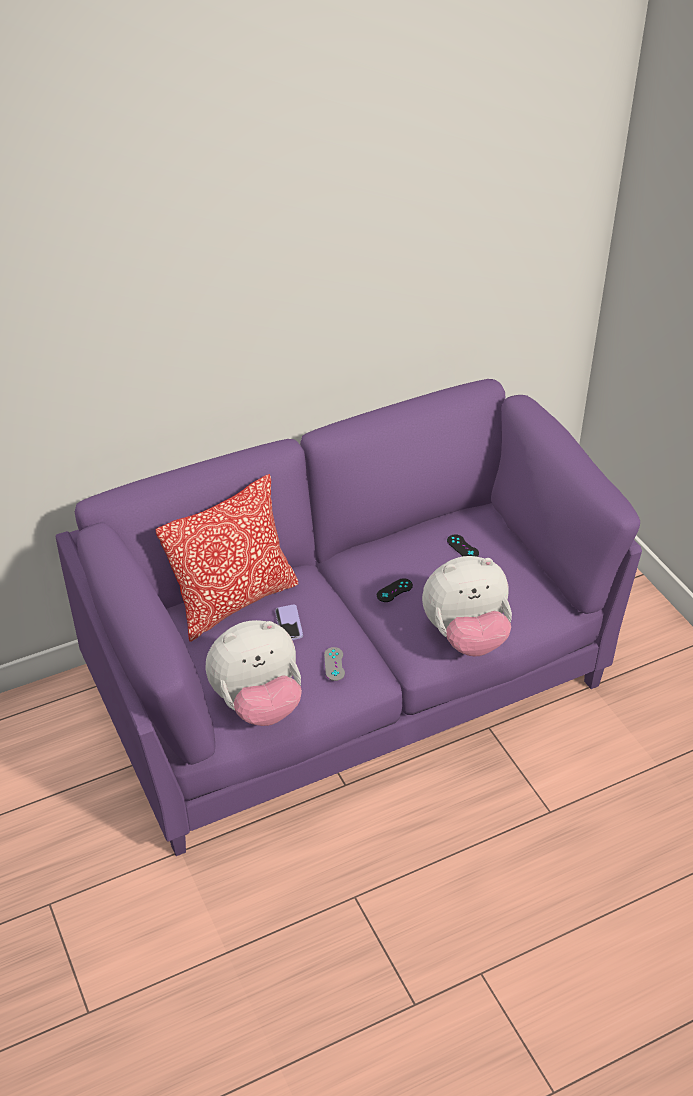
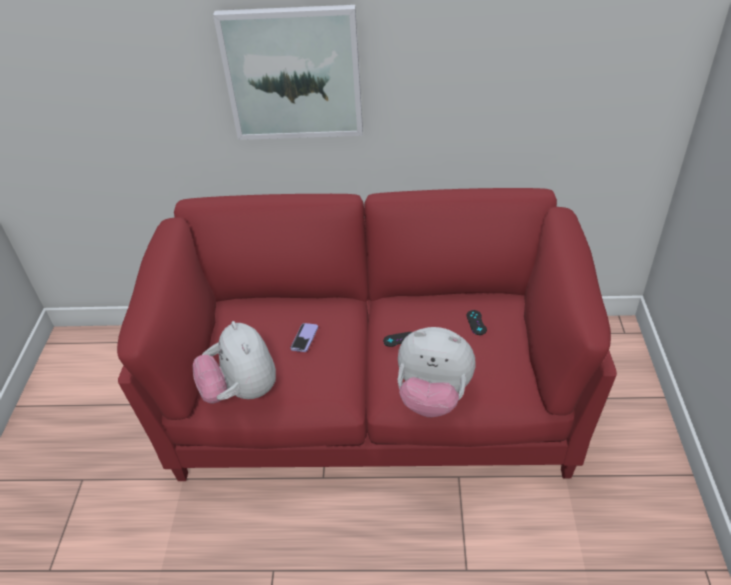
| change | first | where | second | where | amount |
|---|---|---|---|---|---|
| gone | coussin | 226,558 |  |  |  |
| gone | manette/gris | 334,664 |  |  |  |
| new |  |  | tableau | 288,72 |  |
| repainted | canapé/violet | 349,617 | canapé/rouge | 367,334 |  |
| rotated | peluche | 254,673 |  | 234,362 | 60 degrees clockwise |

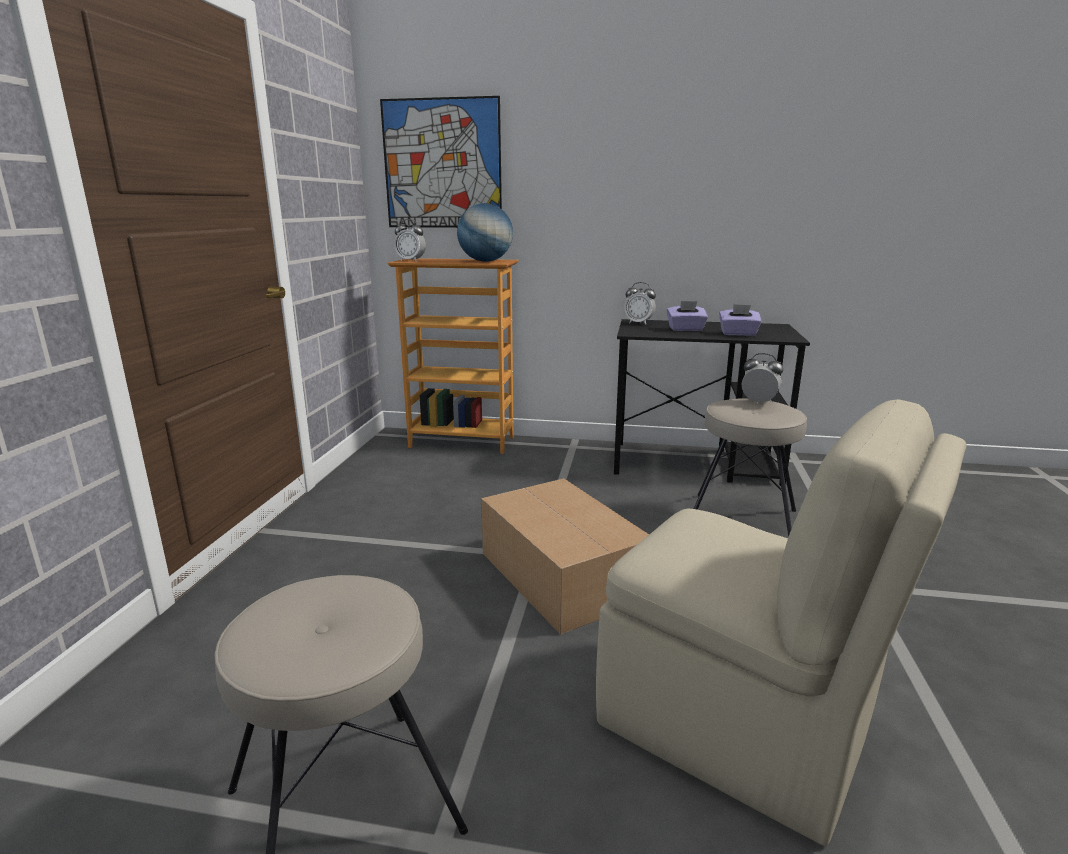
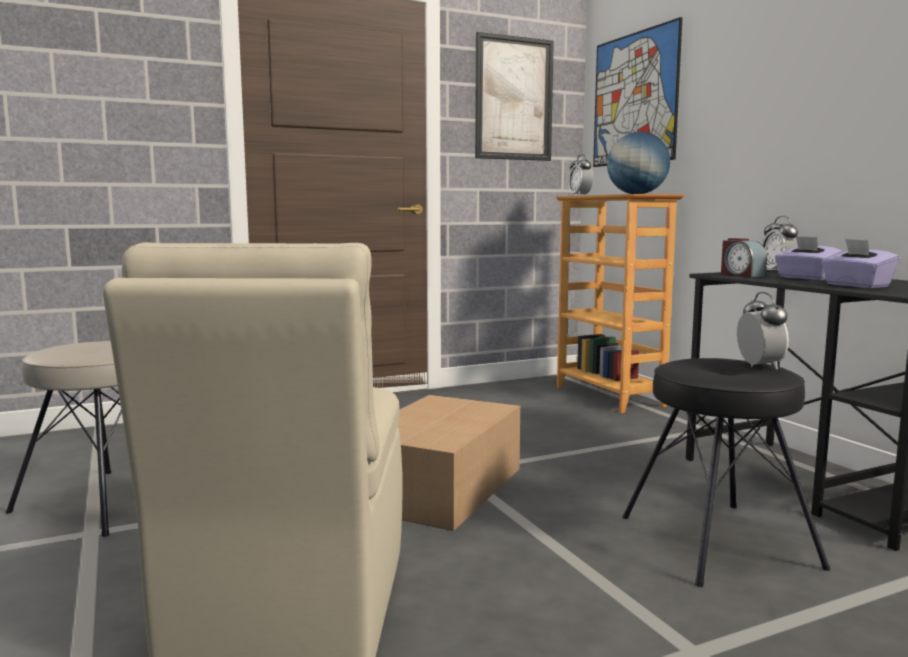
| change | first | where | second | where | amount |
|---|---|---|---|---|---|
| new |  |  | tableau | 514,96 |  |
| new |  |  | réveil | 744,257 |  |
| repainted | tabouret/beige | 750,467 | tabouret/noir | 726,472 |  |

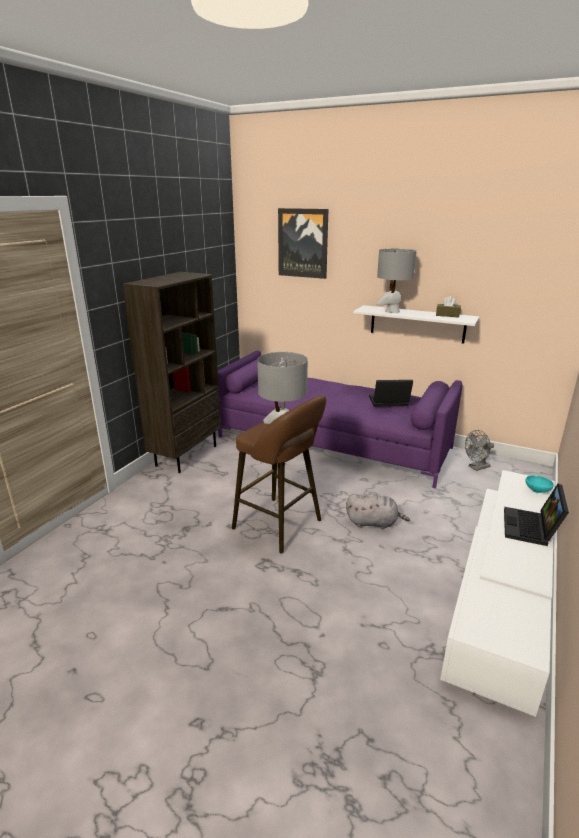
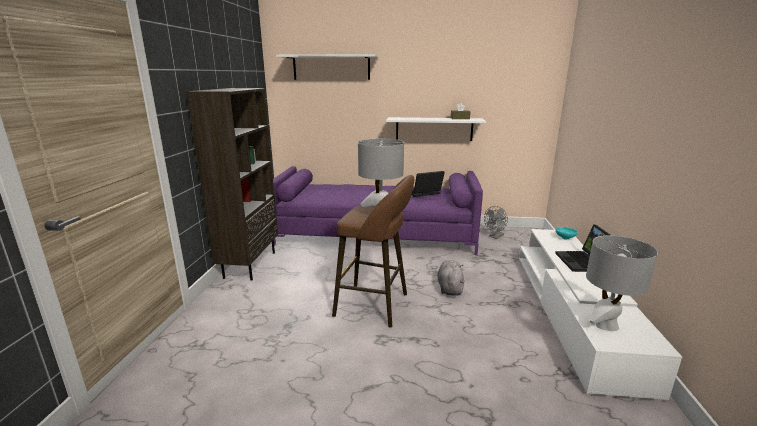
| change | first | where | second | where | amount |
|---|---|---|---|---|---|
| shifted | lampe de table/gris | 397,281 |  | 622,283 |  |
| swapped | tableau | 303,243 | étagère/blanc | 327,67 |  |
| rotated | peluche/gris | 378,511 |  | 451,278 | 75 degrees counterclockwise |

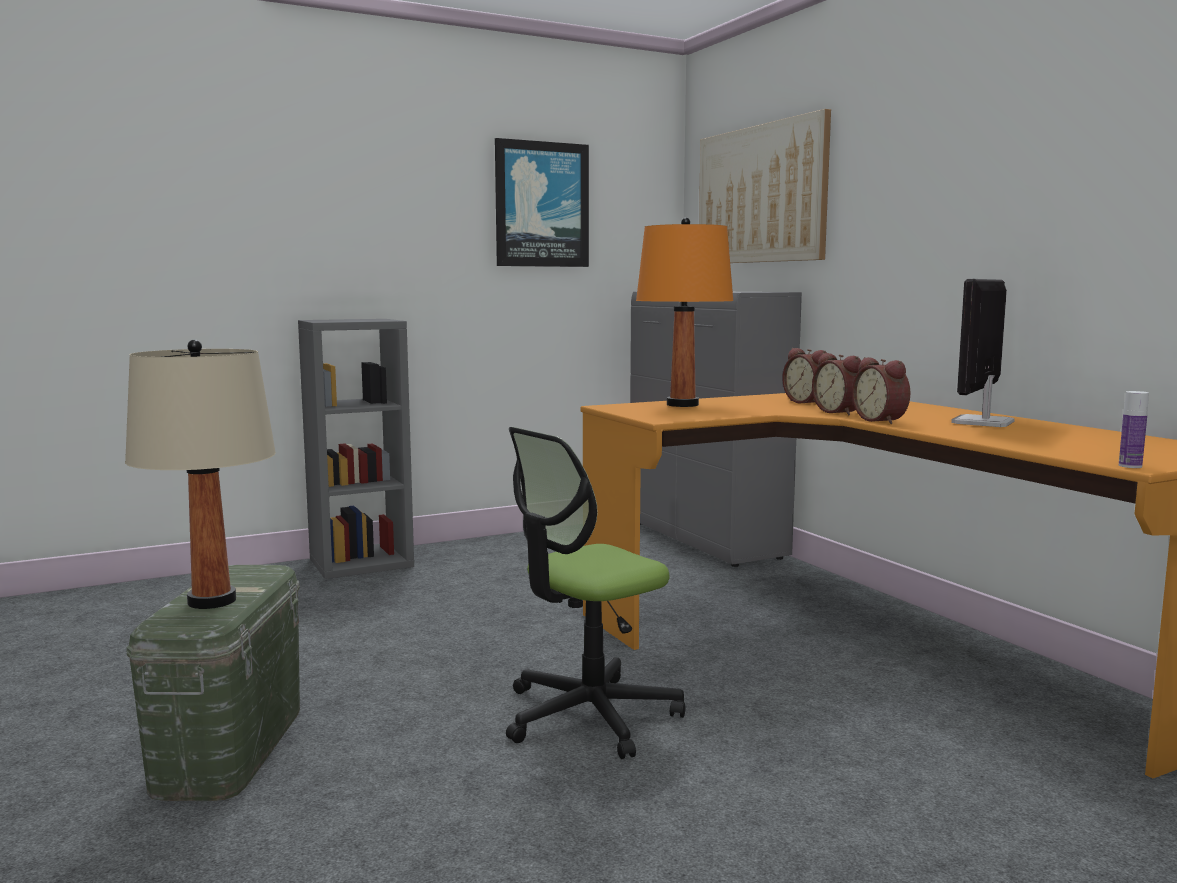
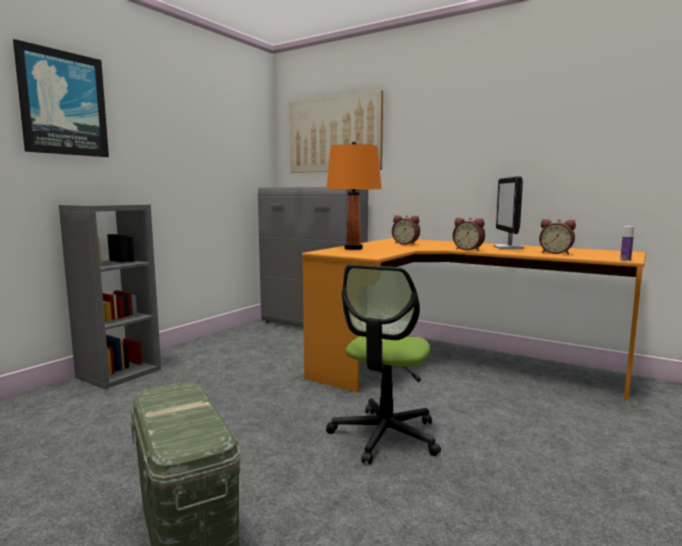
| change | first | where | second | where | amount |
|---|---|---|---|---|---|
| gone | lampe de table/beige | 200,474 |  |  |  |
| shifted | tableau | 542,202 |  | 61,98 |  |
| shifted | réveil | 836,384 |  | 557,236 |  |

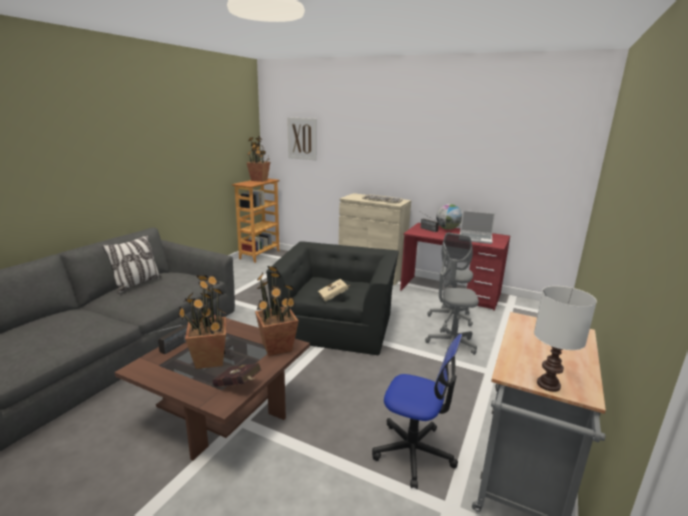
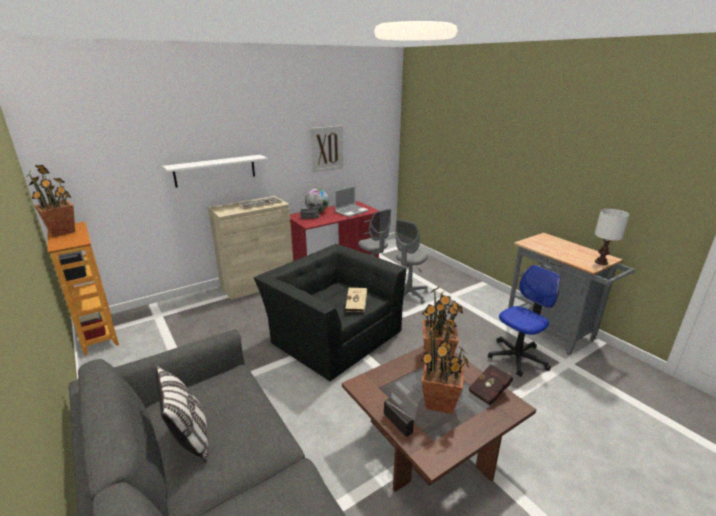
| change | first | where | second | where | amount |
|---|---|---|---|---|---|
| new |  |  | étagère/blanc | 215,171 |  |
| shifted | tableau | 302,138 |  | 327,149 |  |

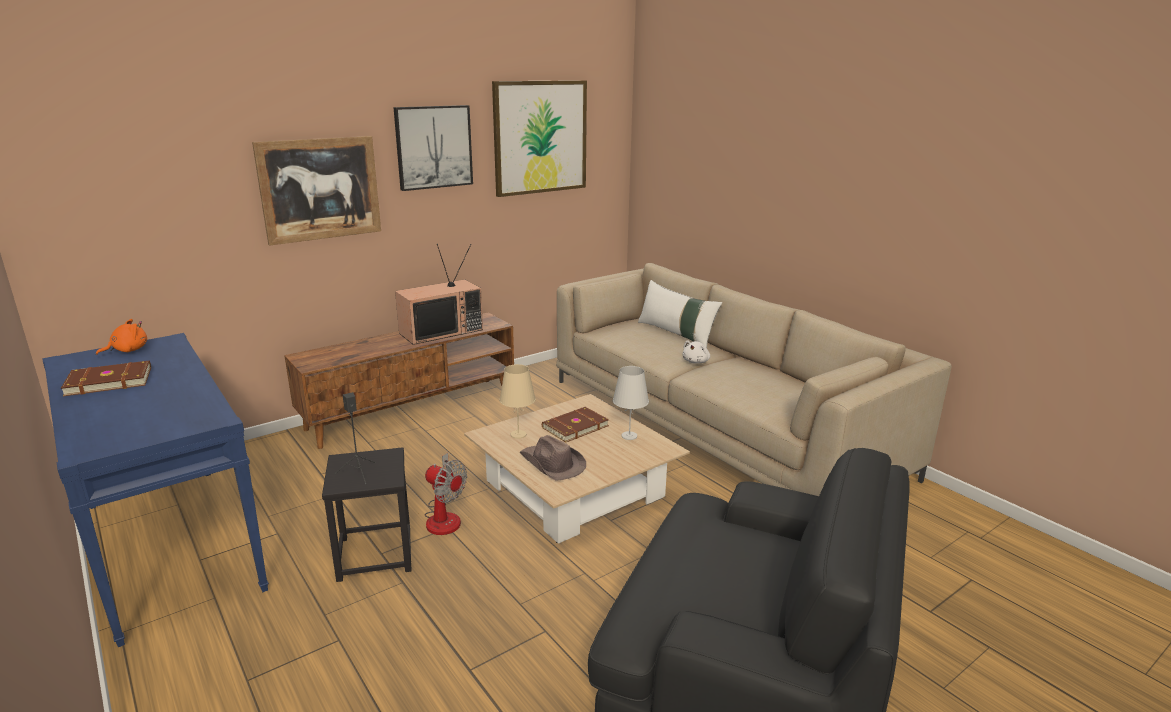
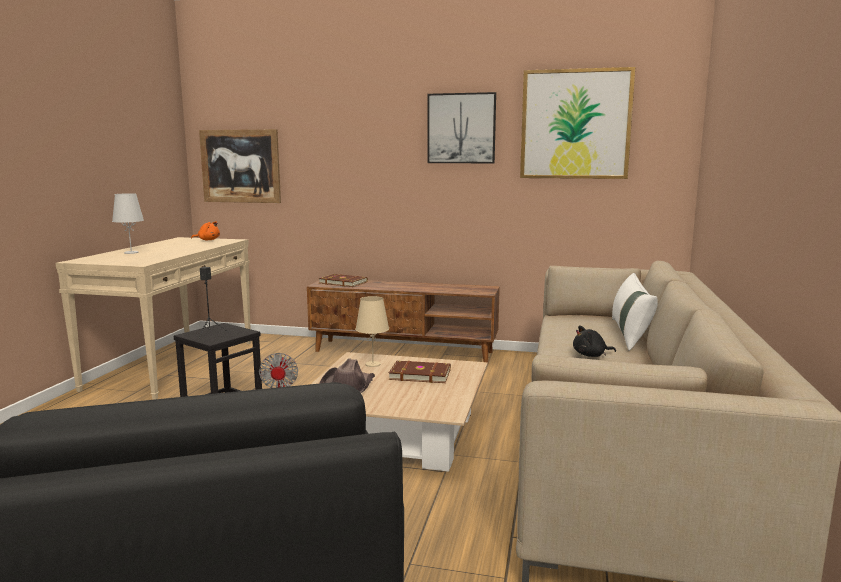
| change | first | where | second | where | amount |
|---|---|---|---|---|---|
| gone | téléviseur | 439,294 |  |  |  |
| shifted | livre/marron | 106,378 |  | 343,280 |  |
| shifted | tableau | 316,191 |  | 240,166 |  |
| shifted | lampe de table/blanc | 631,403 |  | 128,223 |  |
| repainted | table console/bleu | 155,490 | table console/beige | 153,318 |  |
| repainted | peluche/blanc | 696,352 | peluche/noir | 594,341 |  |

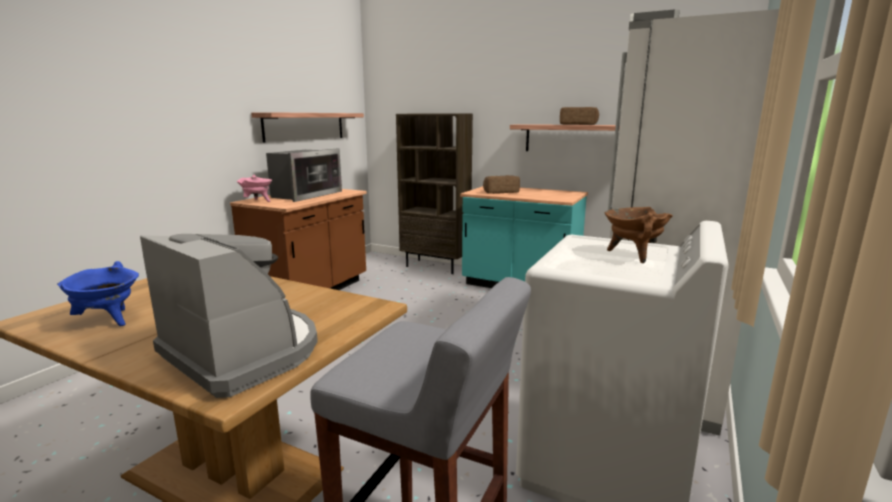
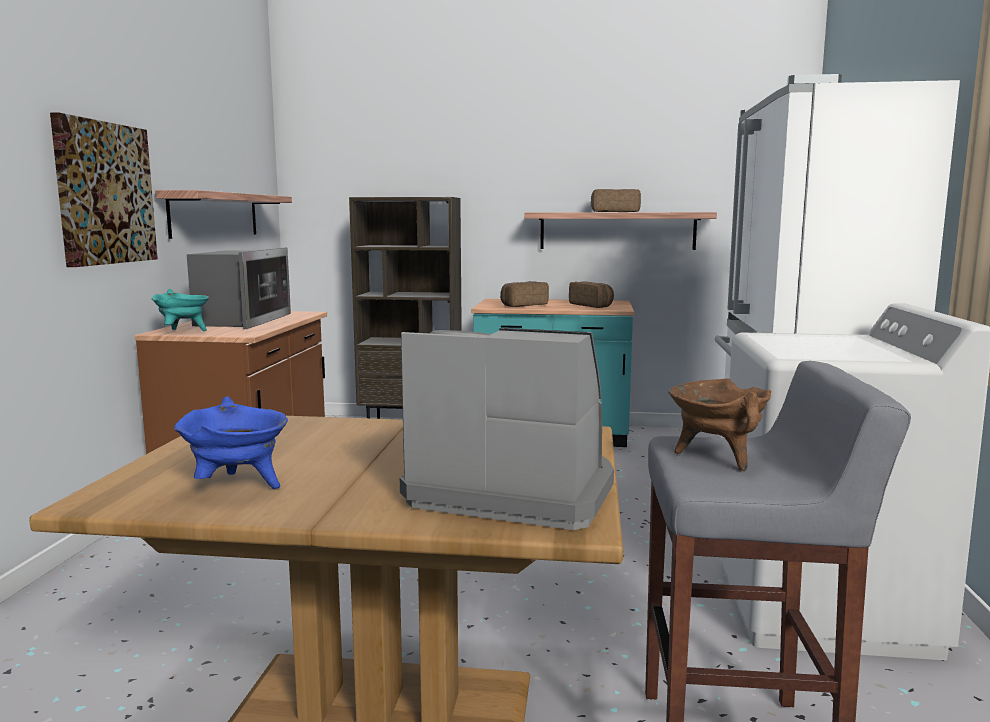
| change | first | where | second | where | amount |
|---|---|---|---|---|---|
| new |  |  | tableau | 104,189 |  |
| new |  |  | pain | 591,294 |  |
| shifted | marmite/marron | 639,235 |  | 719,424 |  |
| repainted | marmite/rose | 254,188 | marmite/turquoise | 180,310 |  |

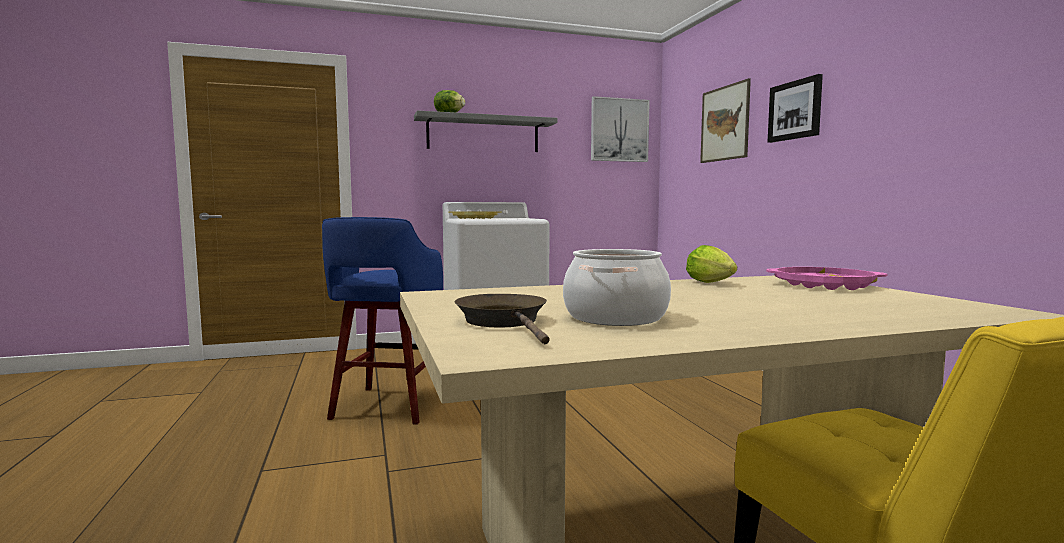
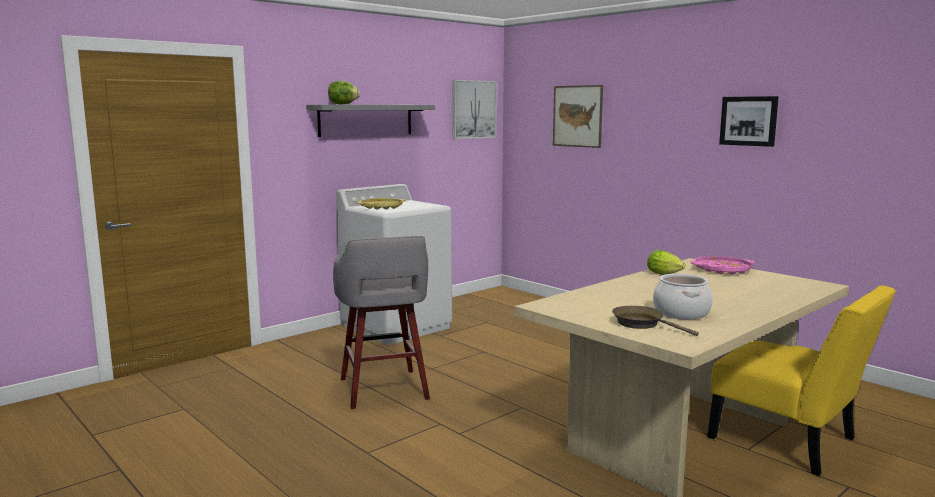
| change | first | where | second | where | amount |
|---|---|---|---|---|---|
| shifted | tableau | 795,108 |  | 749,121 |  |
| repainted | tabouret/bleu | 382,321 | tabouret/gris | 381,322 |  |

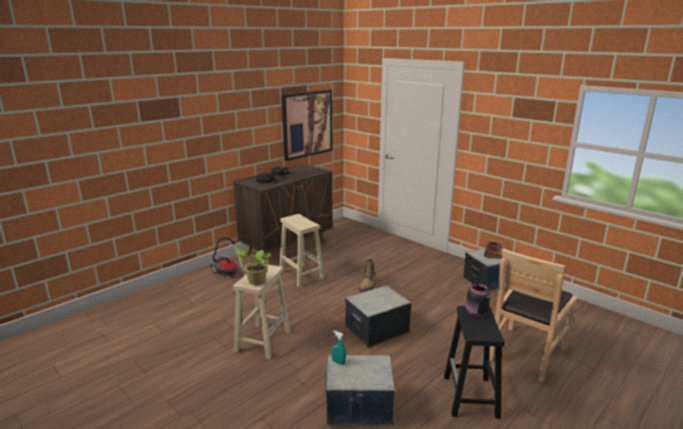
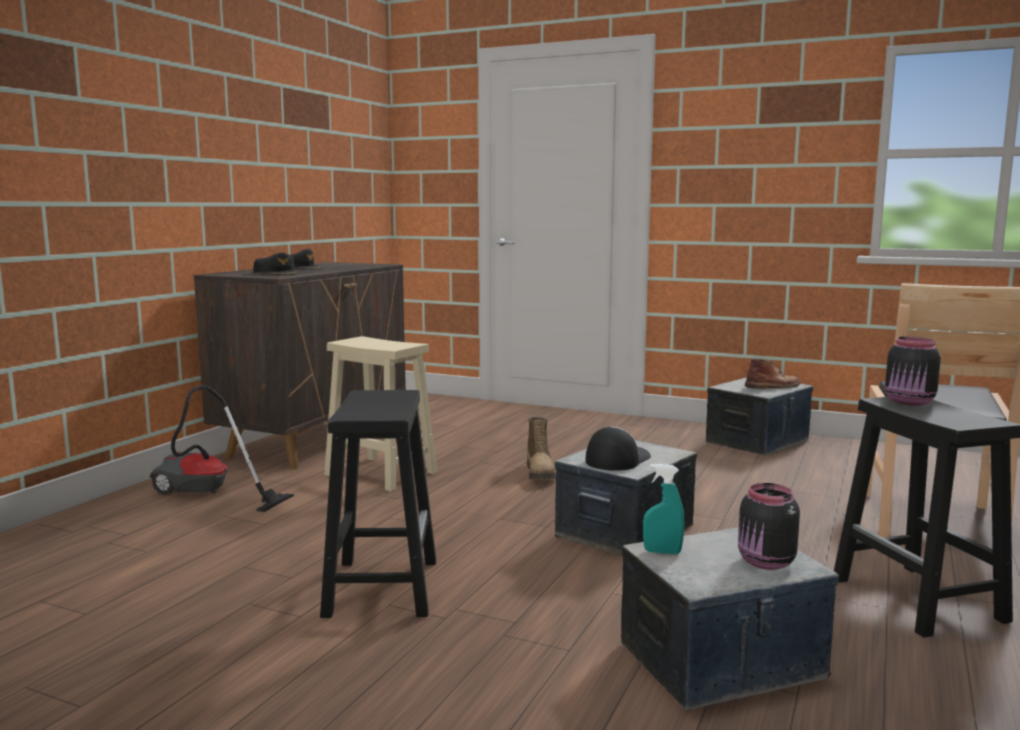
| change | first | where | second | where | amount |
|---|---|---|---|---|---|
| gone | plante en pot | 252,266 |  |  |  |
| gone | tableau | 307,125 |  |  |  |
| new |  |  | casquette | 618,449 |  |
| new |  |  | bocal/noir | 769,526 |  |
| repainted | tabouret/beige | 262,311 | tabouret/noir | 378,504 |  |

